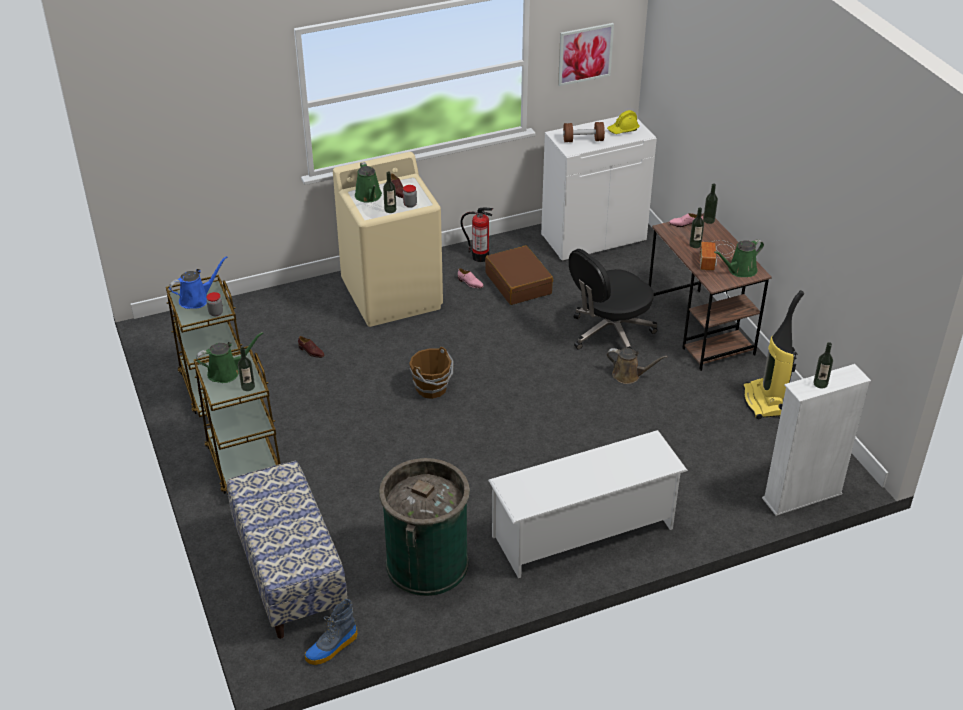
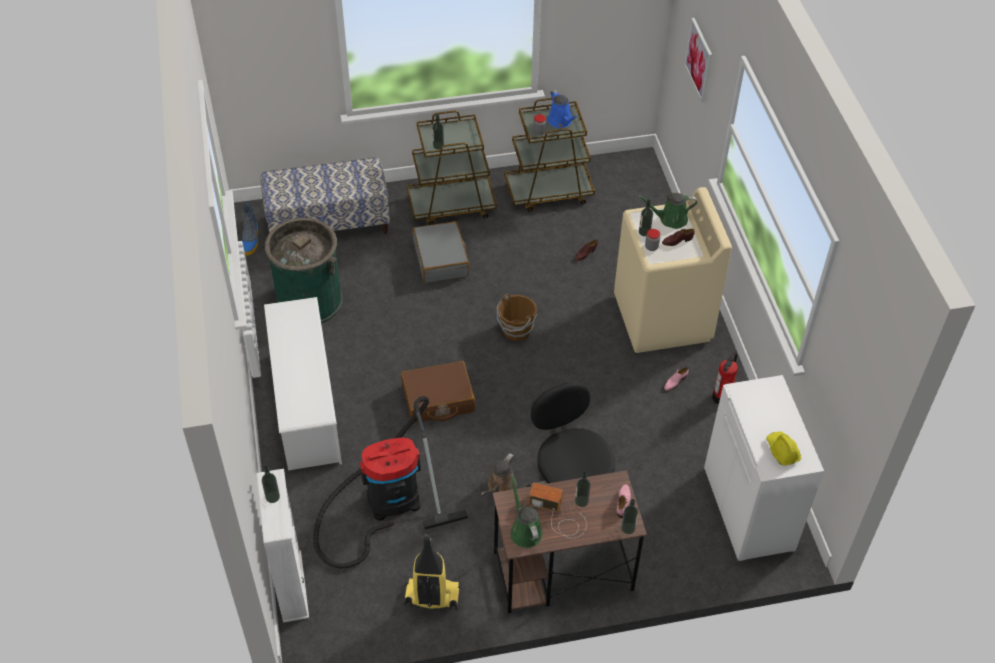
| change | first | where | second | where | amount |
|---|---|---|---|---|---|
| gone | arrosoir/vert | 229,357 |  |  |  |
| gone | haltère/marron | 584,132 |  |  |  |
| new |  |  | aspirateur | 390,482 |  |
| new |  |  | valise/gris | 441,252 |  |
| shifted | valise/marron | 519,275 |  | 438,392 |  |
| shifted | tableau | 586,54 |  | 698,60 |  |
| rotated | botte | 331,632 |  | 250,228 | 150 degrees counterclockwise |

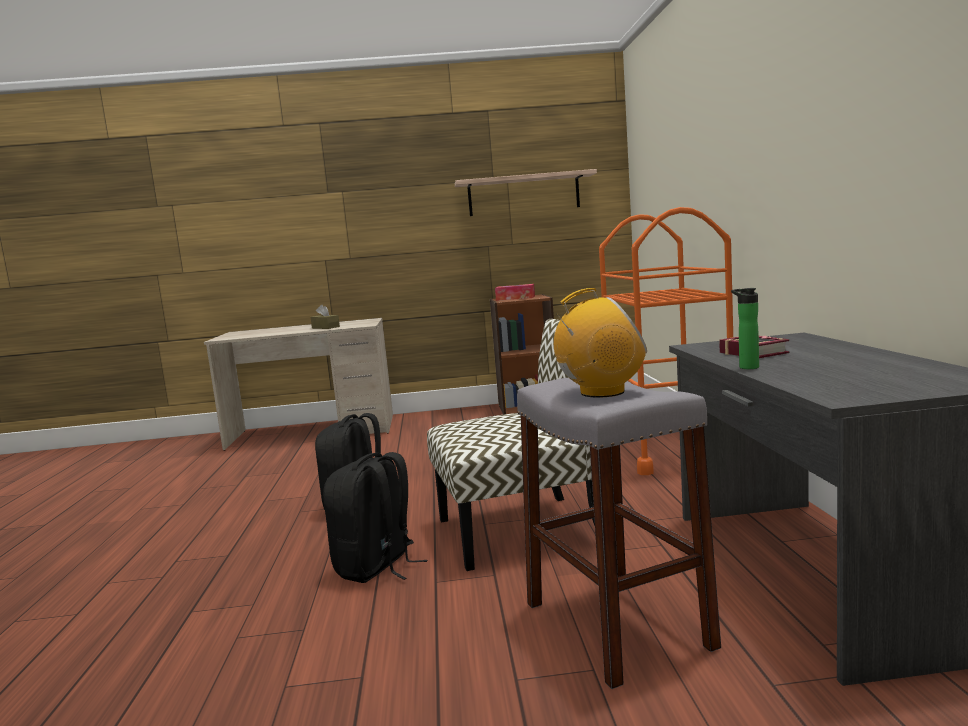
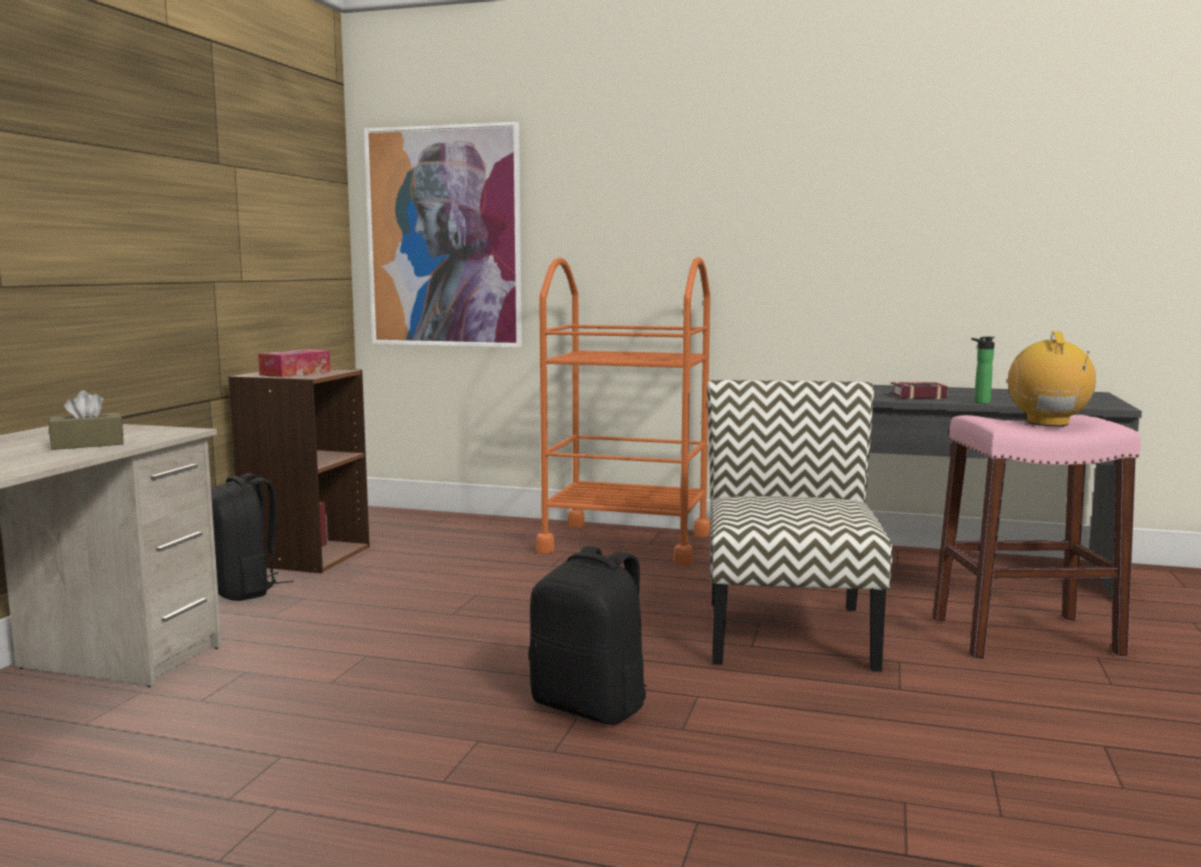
| change | first | where | second | where | amount |
|---|---|---|---|---|---|
| gone | étagère | 526,192 |  |  |  |
| new |  |  | tableau | 443,234 |  |
| shifted | sac à dos/noir | 375,517 |  | 252,537 |  |
| repainted | tabouret/gris | 619,533 | tabouret/rose | 1037,537 |  |

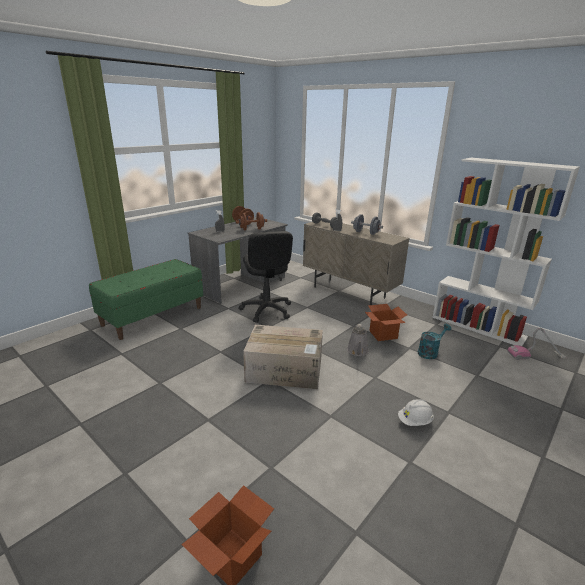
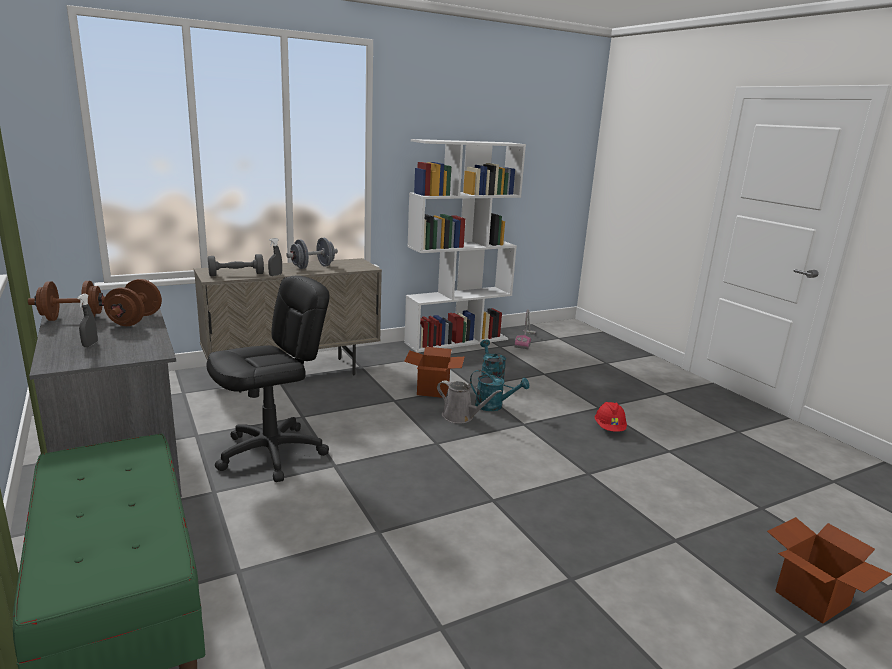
| change | first | where | second | where | amount |
|---|---|---|---|---|---|
| gone | carton | 283,357 |  |  |  |
| new |  |  | arrosoir/turquoise | 499,390 |  |
| repainted | casque de chantier/blanc | 416,412 | casque de chantier/rouge | 611,417 |  |
| rotated | chaise de bureau/noir | 265,276 |  | 268,378 | 45 degrees counterclockwise |

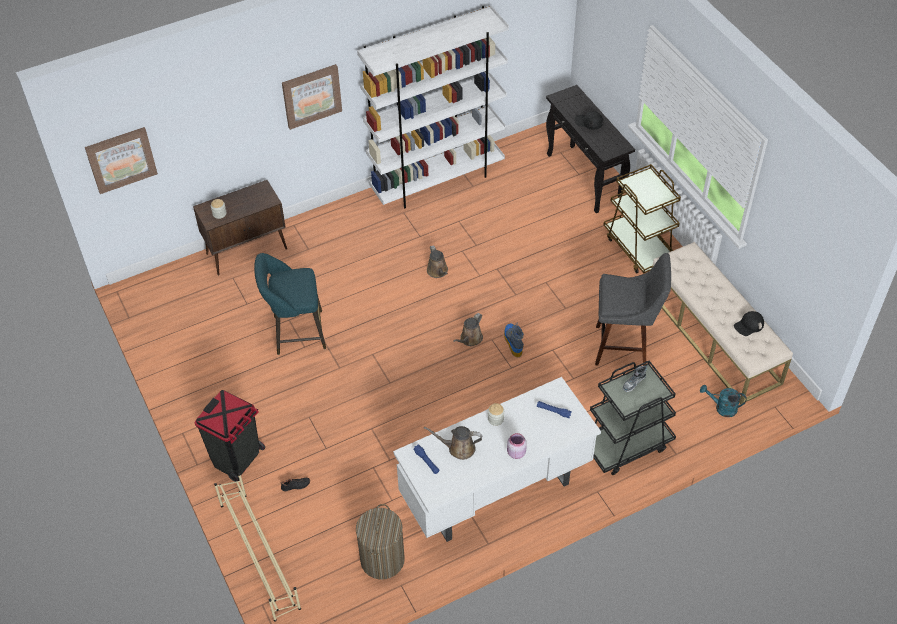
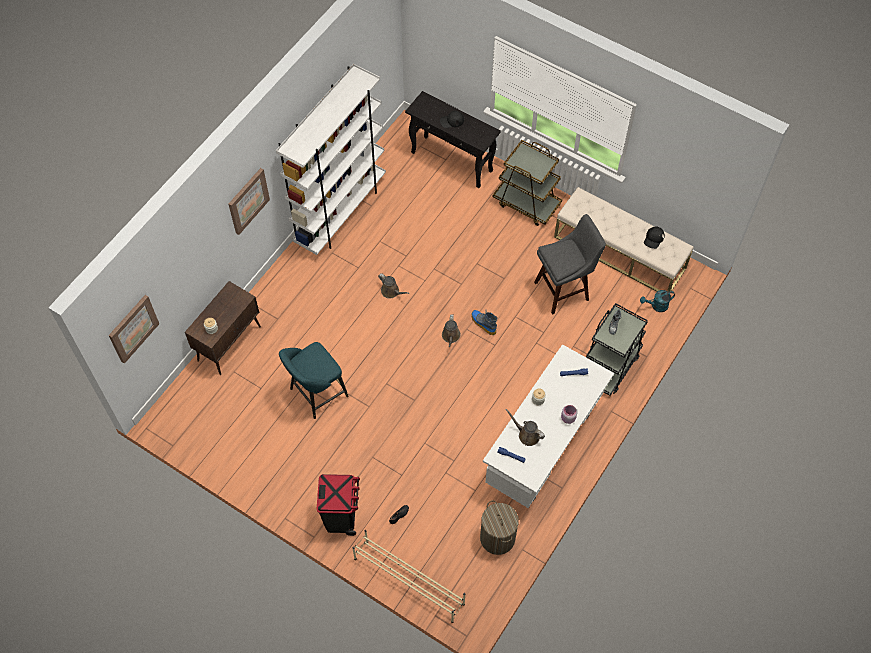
| change | first | where | second | where | amount |
|---|---|---|---|---|---|
| rotated | arrosoir/marron | 453,443 |  | 525,427 | 60 degrees clockwise |

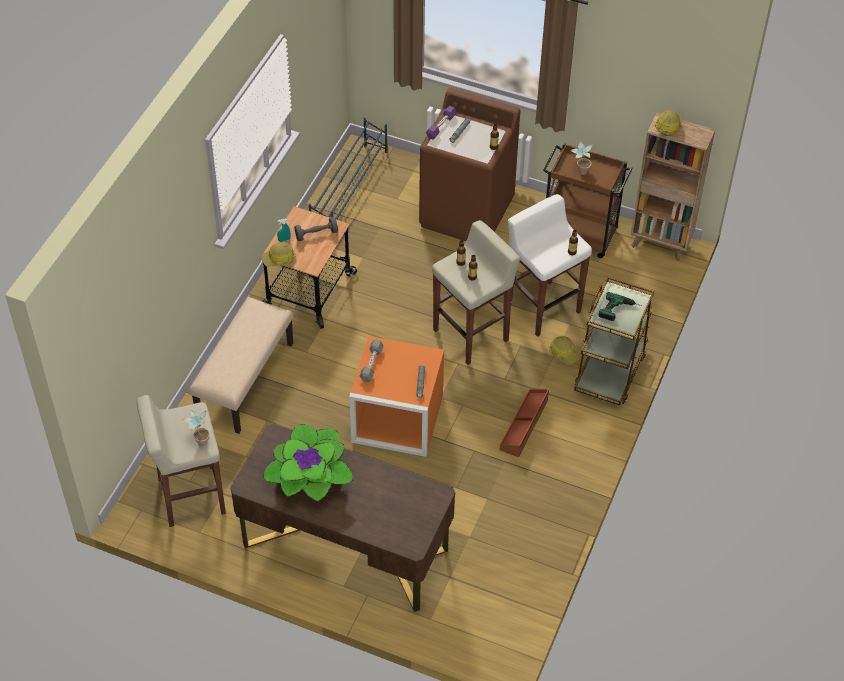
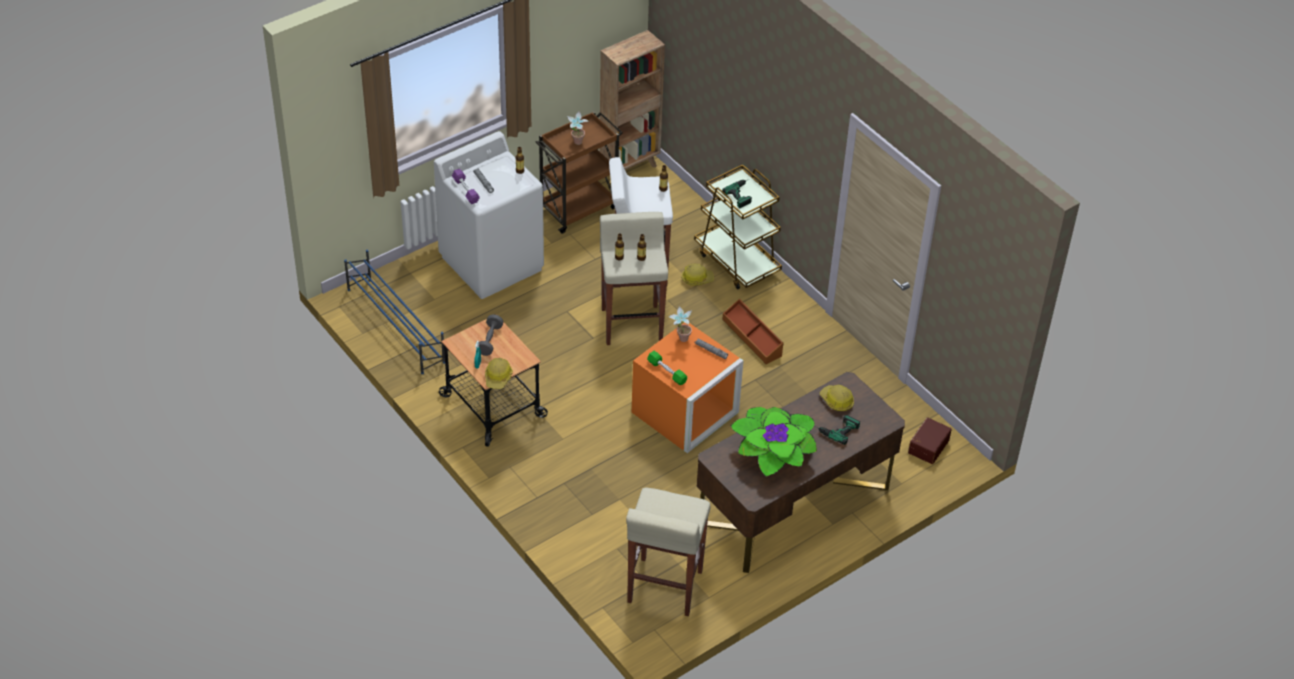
| change | first | where | second | where | amount |
|---|---|---|---|---|---|
| gone | banc/beige | 241,365 |  |  |  |
| new |  |  | perceuse | 837,430 |  |
| new |  |  | boîte de rangement/marron | 930,440 |  |
| shifted | plante en pot | 196,428 |  | 680,324 |  |
| shifted | casque de chantier | 668,123 |  | 837,398 |  |
| repainted | haltère/gris | 372,361 | haltère/vert | 667,367 |  |
| repainted | lave-linge/marron | 469,164 | lave-linge/blanc | 489,215 |  |

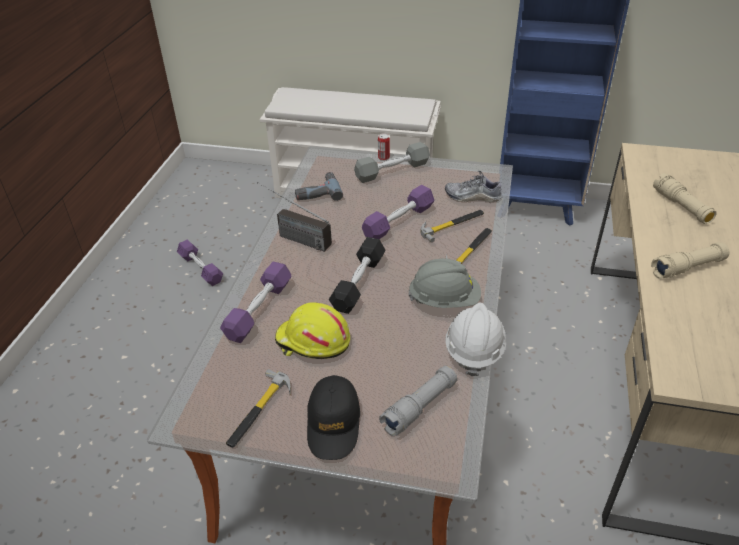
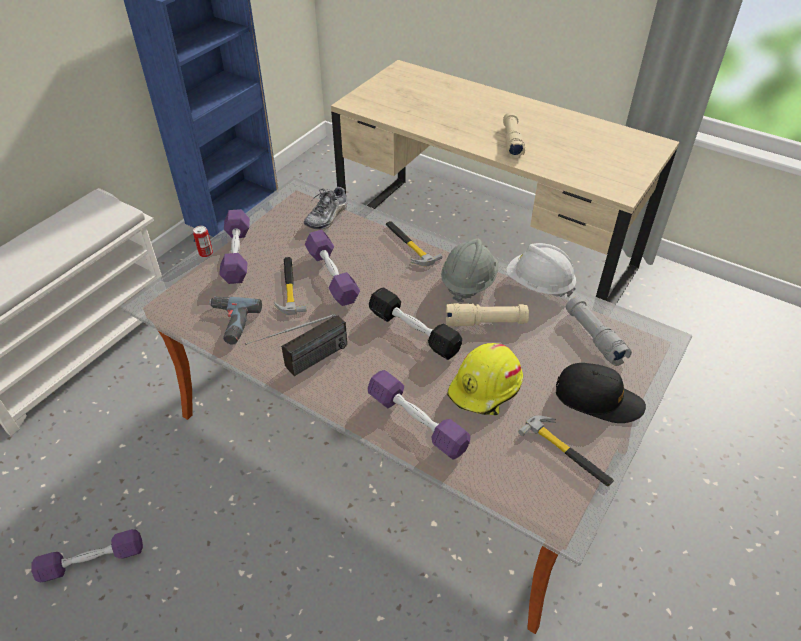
| change | first | where | second | where | amount |
|---|---|---|---|---|---|
| shifted | marteau | 452,226 |  | 290,286 |  |
| shifted | lampe de poche/beige | 685,198 |  | 487,315 |  |
| repainted | haltère/gris | 392,162 | haltère/violet | 234,246 |  |

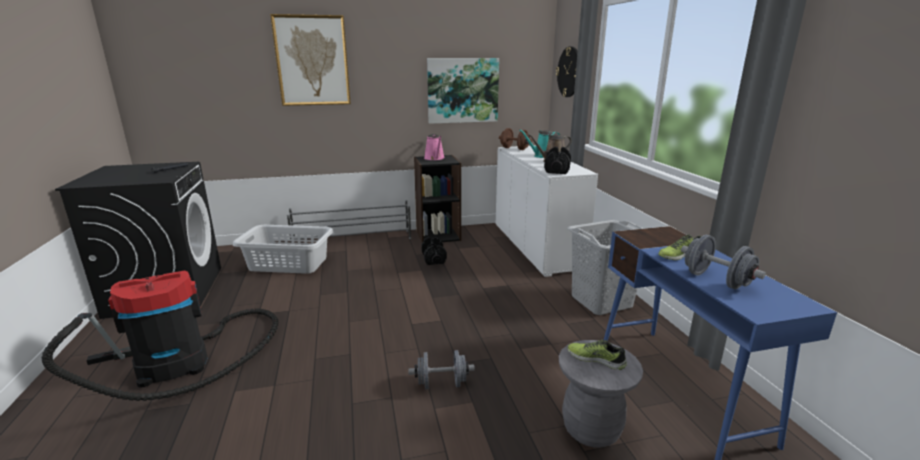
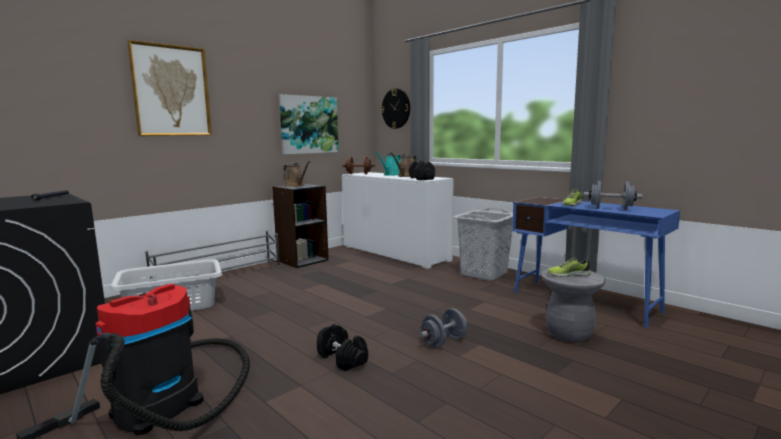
| change | first | where | second | where | amount |
|---|---|---|---|---|---|
| shifted | haltère/noir | 434,250 |  | 342,347 |  |
| repainted | arrosoir/rose | 434,147 | arrosoir/marron | 297,174 |  |

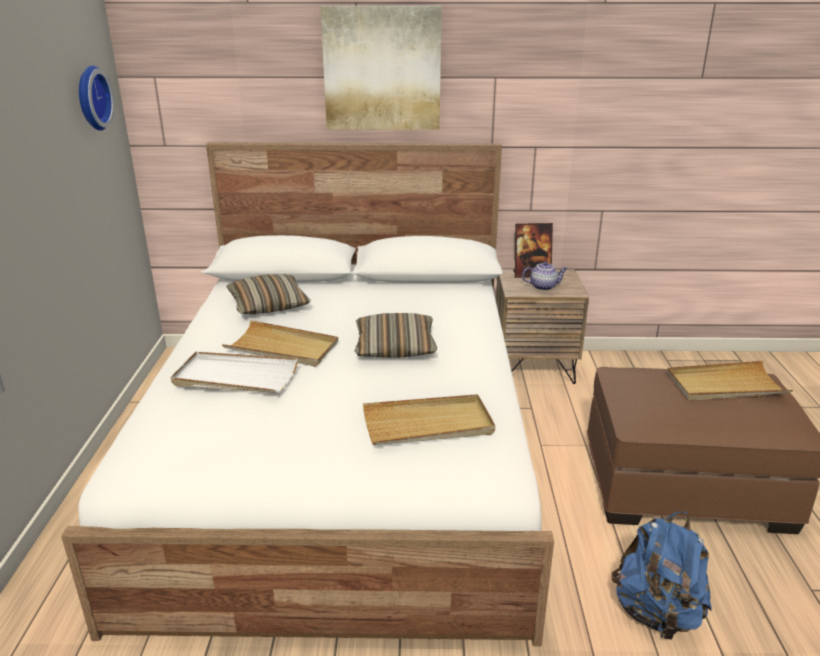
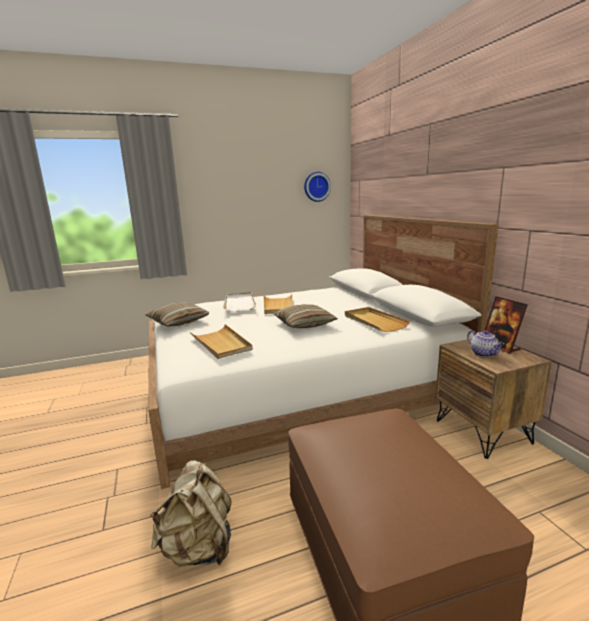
| change | first | where | second | where | amount |
|---|---|---|---|---|---|
| gone | tableau | 381,68 |  |  |  |
| shifted | coussin | 269,294 |  | 177,314 |  |
| shifted | plateau/beige | 730,381 |  | 377,319 |  |
| repainted | sac à dos/bleu | 662,576 | sac à dos/beige | 191,513 |  |

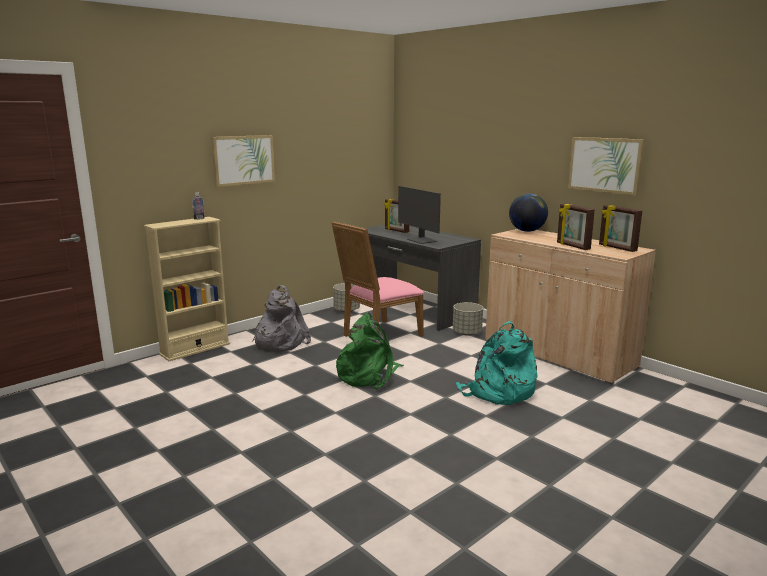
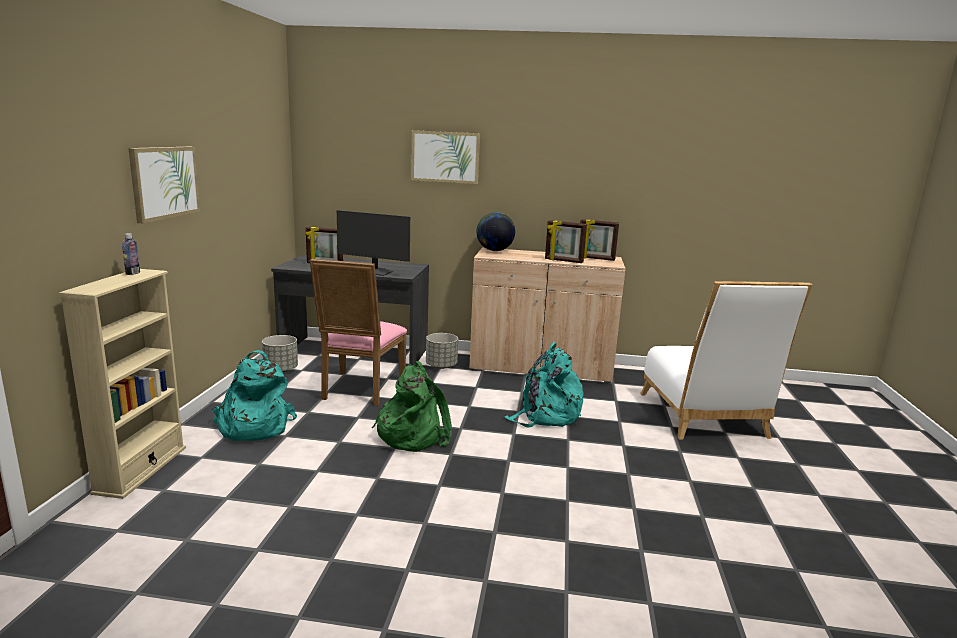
| change | first | where | second | where | amount |
|---|---|---|---|---|---|
| new |  |  | chaise/blanc | 726,360 |  |
| shifted | tableau | 606,166 |  | 445,157 |  |
| repainted | sac à dos/gris | 281,318 | sac à dos/turquoise | 254,395 |  |

